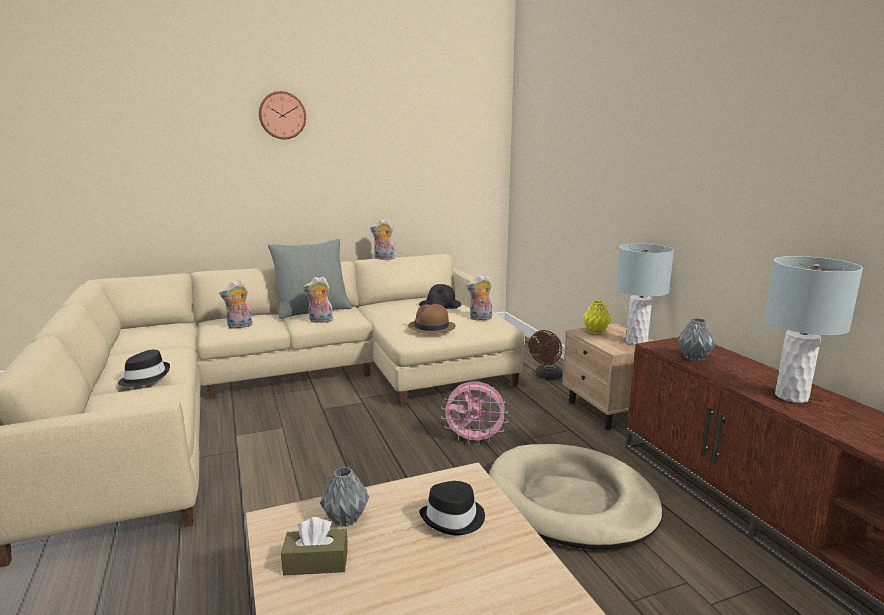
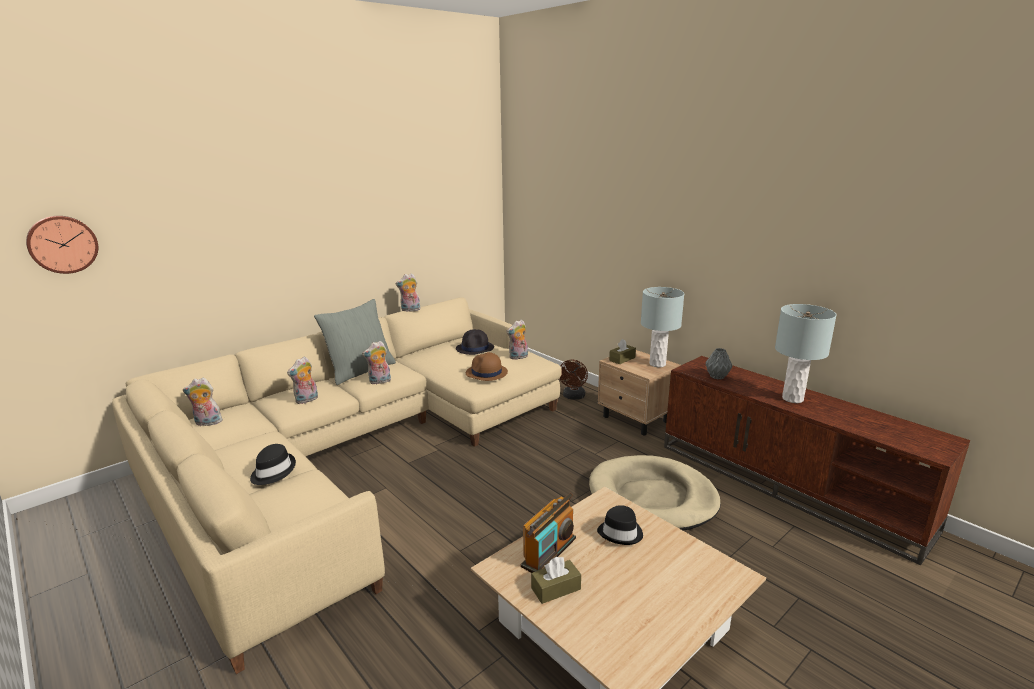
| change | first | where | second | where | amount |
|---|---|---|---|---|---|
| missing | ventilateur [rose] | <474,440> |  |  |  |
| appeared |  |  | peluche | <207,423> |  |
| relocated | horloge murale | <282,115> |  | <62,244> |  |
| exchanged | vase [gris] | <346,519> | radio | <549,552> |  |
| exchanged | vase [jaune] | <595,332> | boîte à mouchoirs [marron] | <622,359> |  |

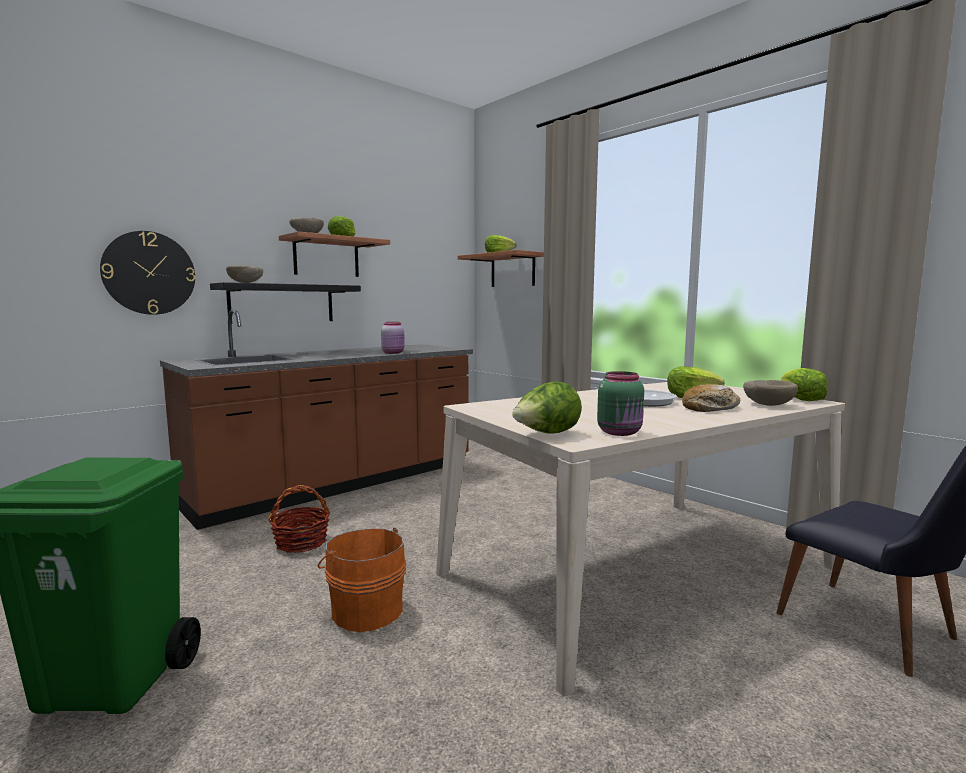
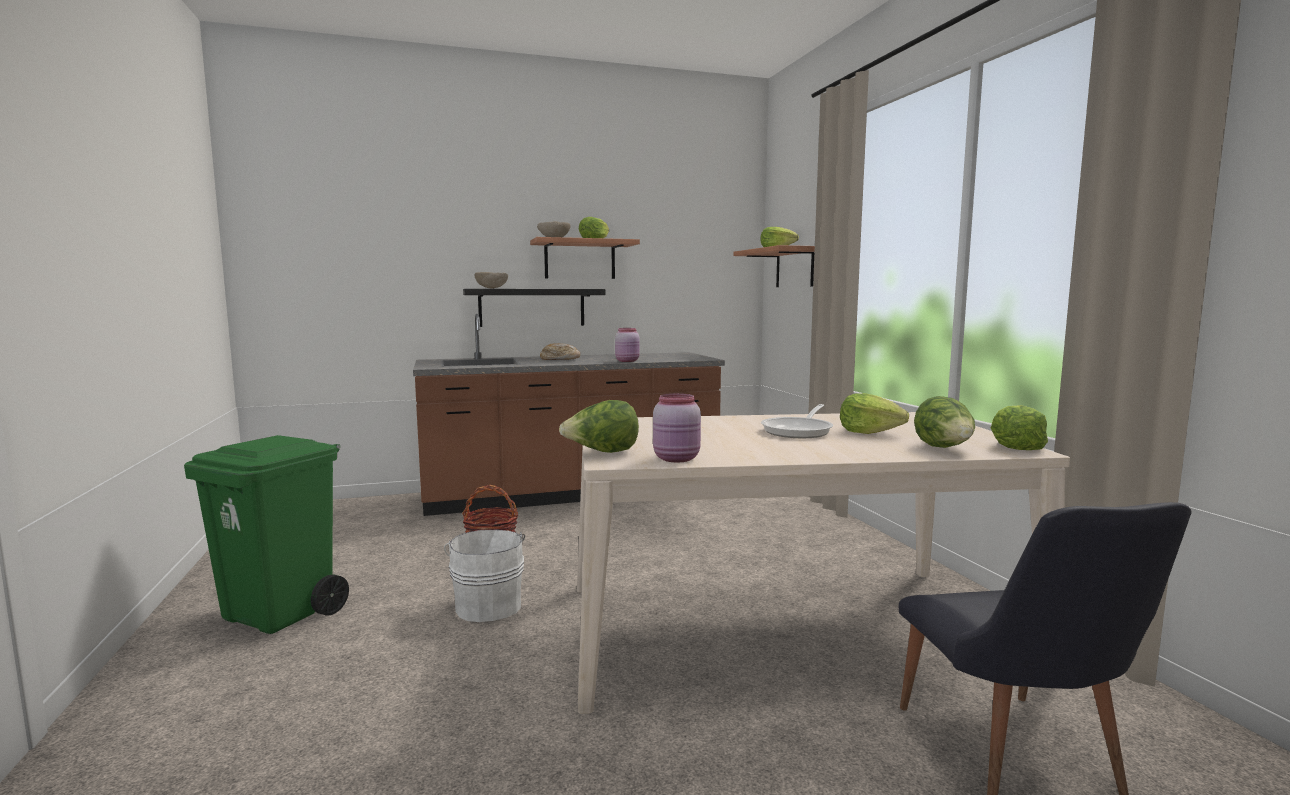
| change | first | where | second | where | amount |
|---|---|---|---|---|---|
| missing | horloge murale | <149,273> |  |  |  |
| relocated | pain | <710,408> |  | <559,359> |  |
| exchanged | bol [beige] | <768,405> | laitue | <944,449> |  |
| colour | seau [orange] | <365,610> | seau [blanc] | <488,605> |  |
| colour | bocal [vert] | <620,432> | bocal [rose] | <677,459> |  |

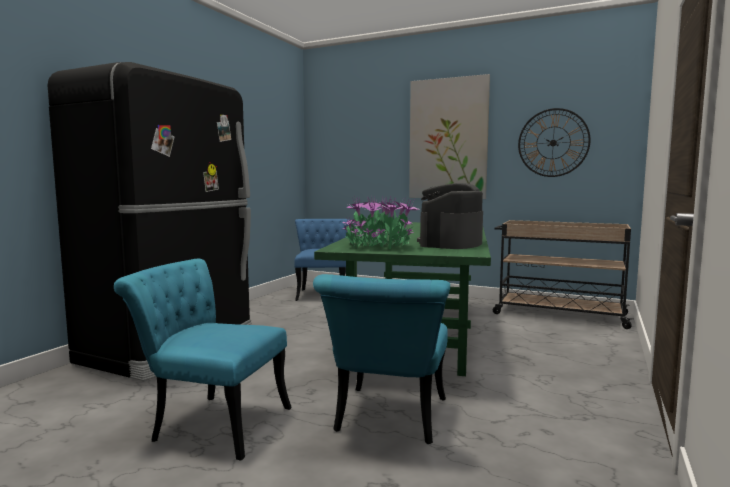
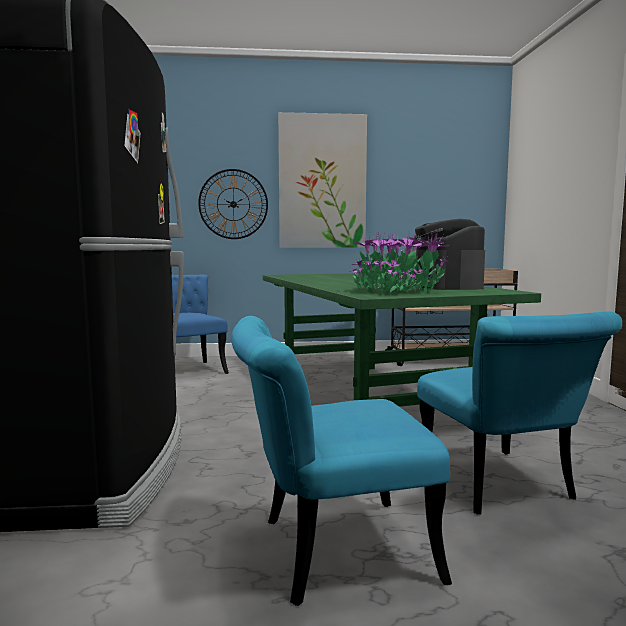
| change | first | where | second | where | amount |
|---|---|---|---|---|---|
| relocated | horloge murale | <553,143> |  | <233,204> |  |

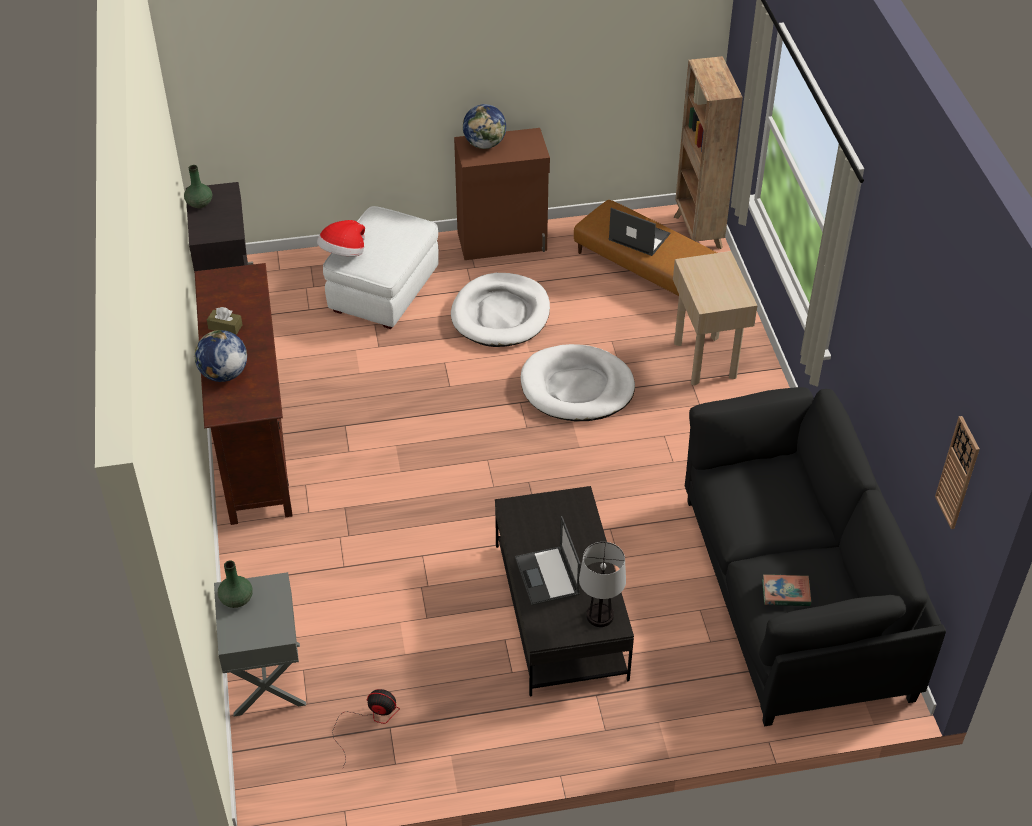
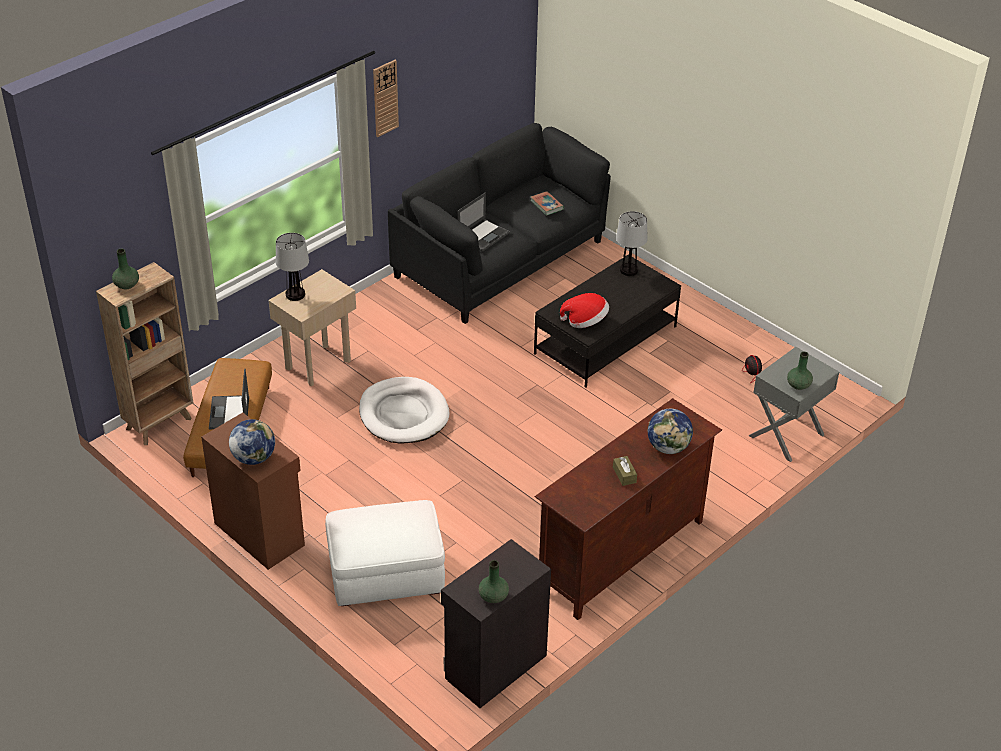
| change | first | where | second | where | amount |
|---|---|---|---|---|---|
| missing | panier pour chien [blanc] | <501,314> |  |  |  |
| appeared |  |  | vase [vert] | <127,285> |  |
| appeared |  |  | lampe de table | <295,295> |  |
| relocated | chapeau | <343,253> |  | <585,321> |  |
| relocated | ordinateur portable | <547,577> |  | <483,235> |  |
| relocated | horloge murale | <958,473> |  | <385,98> |  |

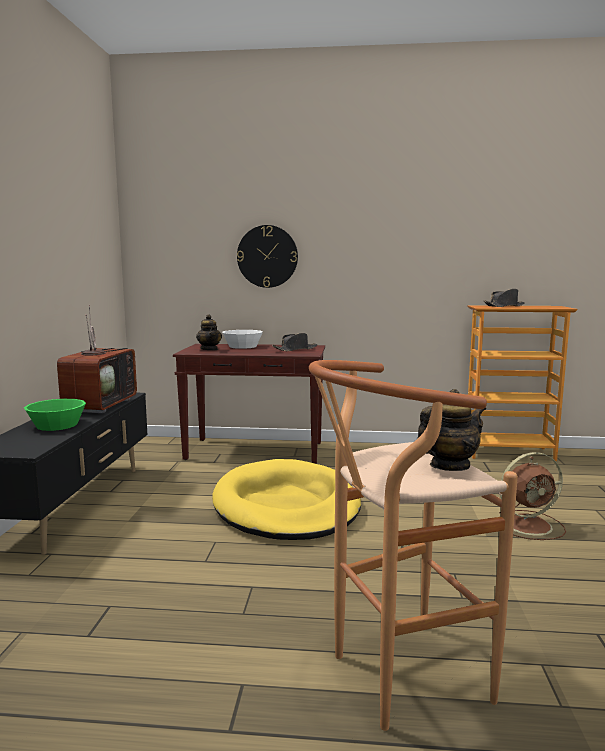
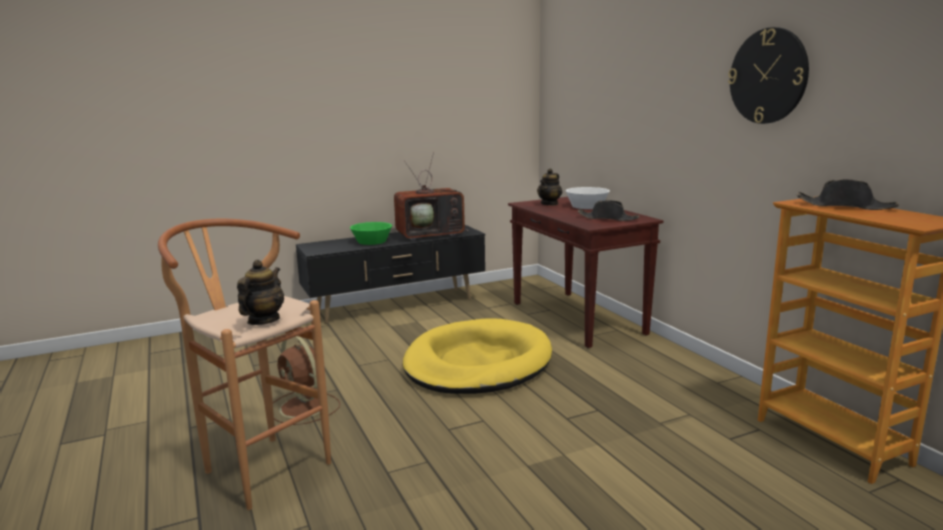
| change | first | where | second | where | amount |
|---|---|---|---|---|---|
| relocated | horloge murale | <267,256> |  | <768,76> |  |
| relocated | ventilateur [marron] | <530,525> |  | <304,408> |  |
| spun | théière | <449,466> |  | <263,320> | 105 degrees counterclockwise |

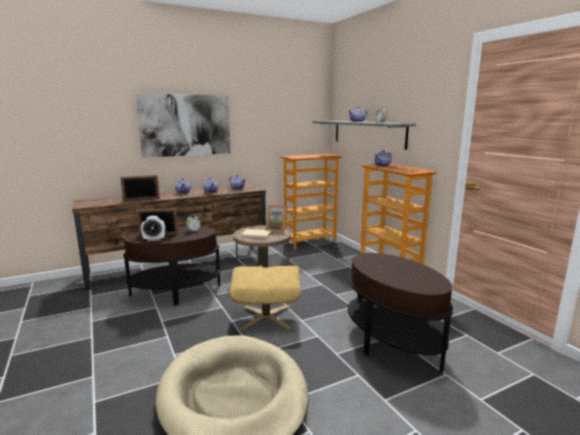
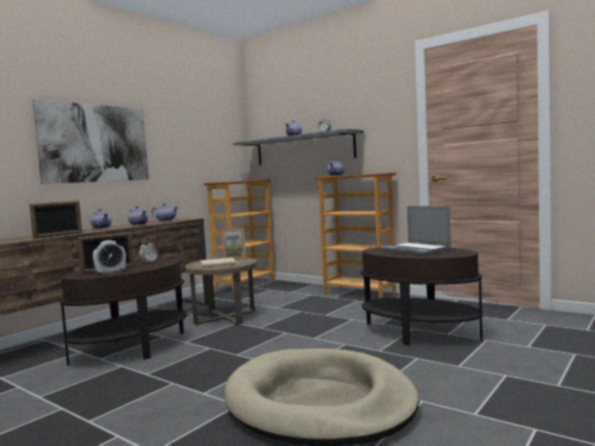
| change | first | where | second | where | amount |
|---|---|---|---|---|---|
| missing | pouf [beige] | <266,318> |  |  |  |
| appeared |  |  | ordinateur portable | <417,250> |  |

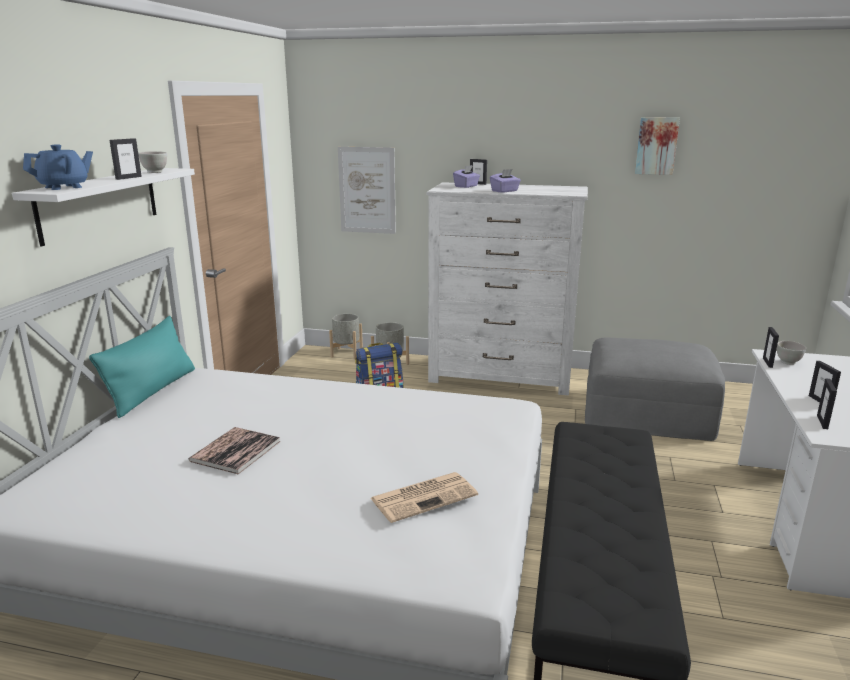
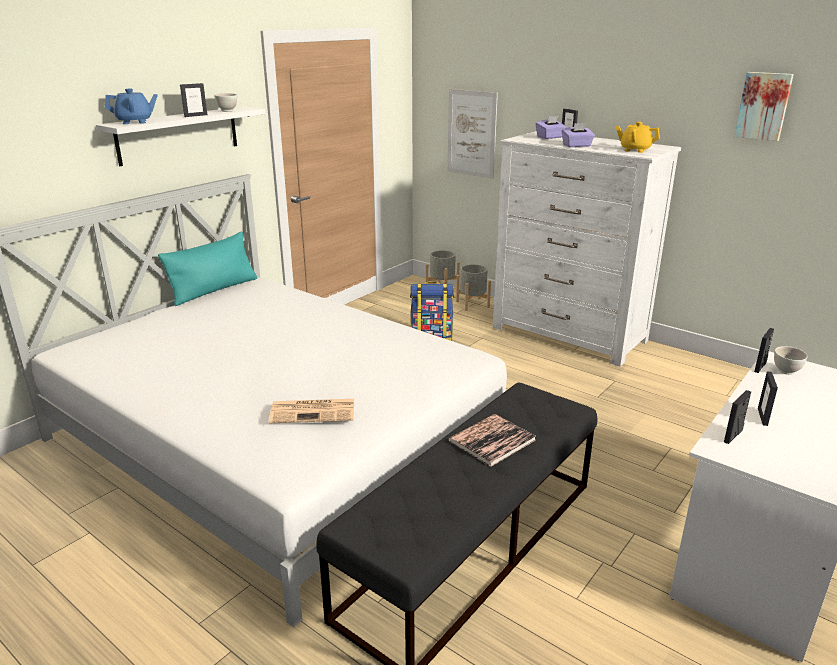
| change | first | where | second | where | amount |
|---|---|---|---|---|---|
| missing | pouf [gris] | <647,412> |  |  |  |
| appeared |  |  | théière [jaune] | <635,150> |  |
| relocated | livre | <236,451> |  | <492,440> |  |

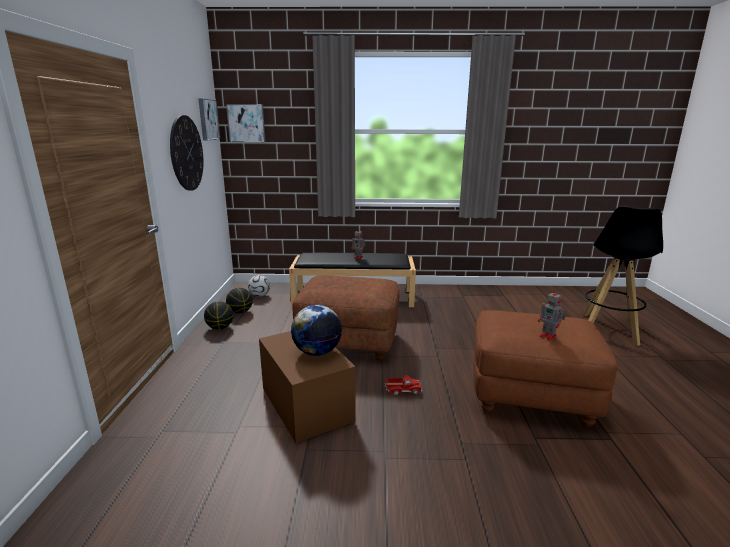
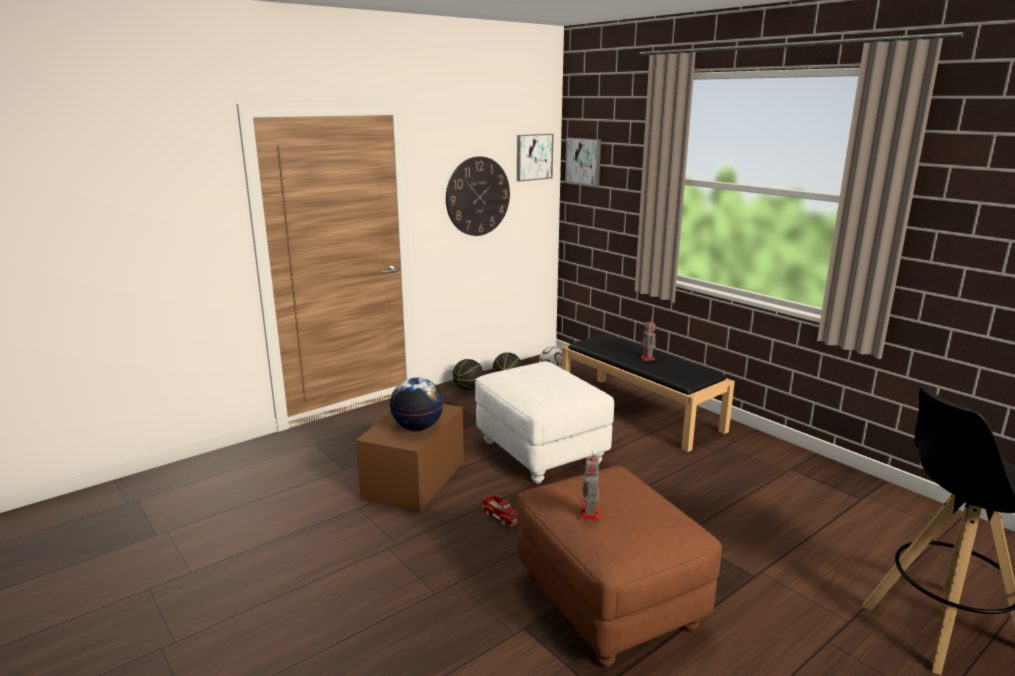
| change | first | where | second | where | amount |
|---|---|---|---|---|---|
| colour | pouf [marron] | <349,342> | pouf [blanc] | <541,452> |  |

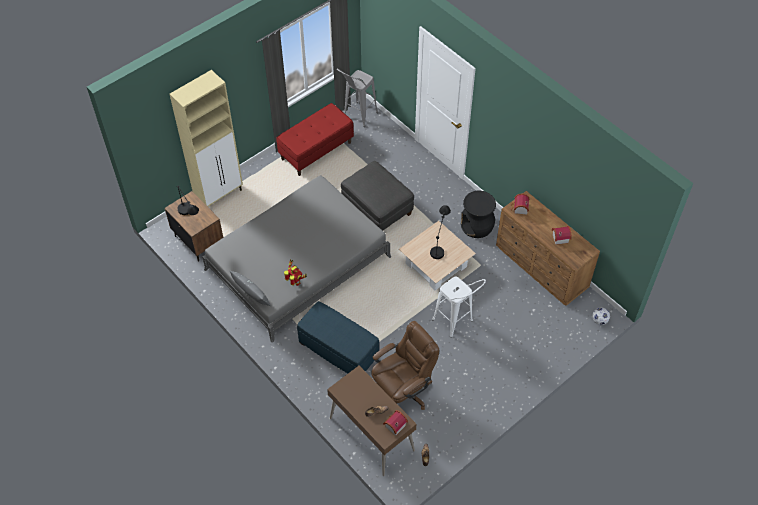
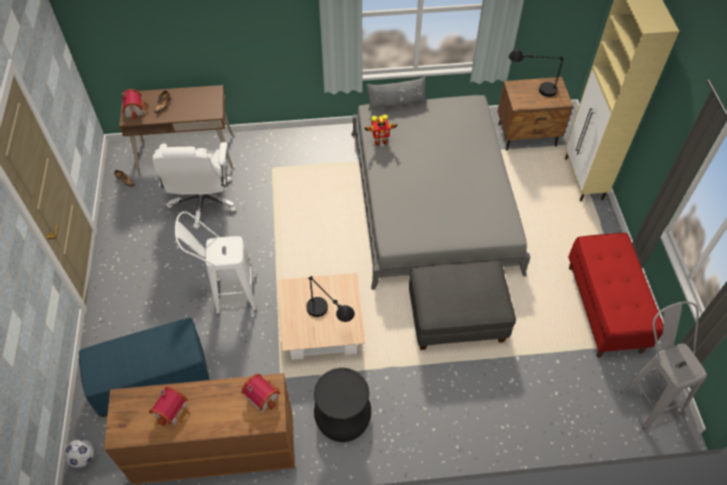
| change | first | where | second | where | amount |
|---|---|---|---|---|---|
| relocated | pouf [bleu] | <338,350> |  | <153,379> |  |
| colour | chaise de bureau [marron] | <402,390> | chaise de bureau [blanc] | <203,202> |  |

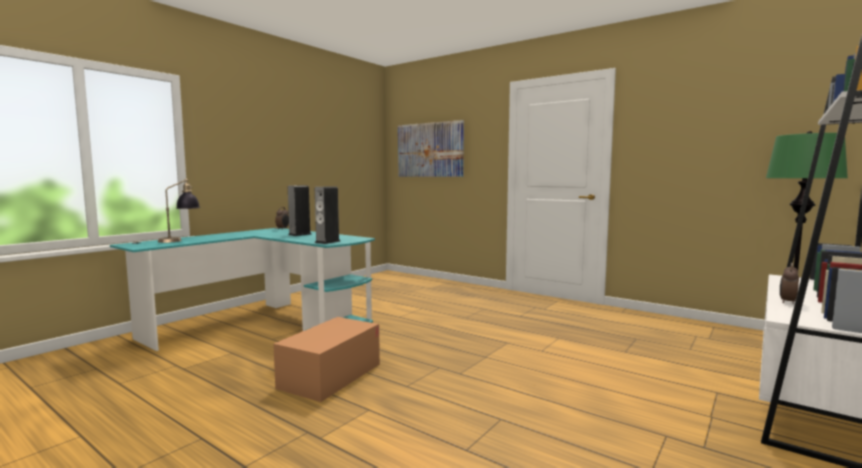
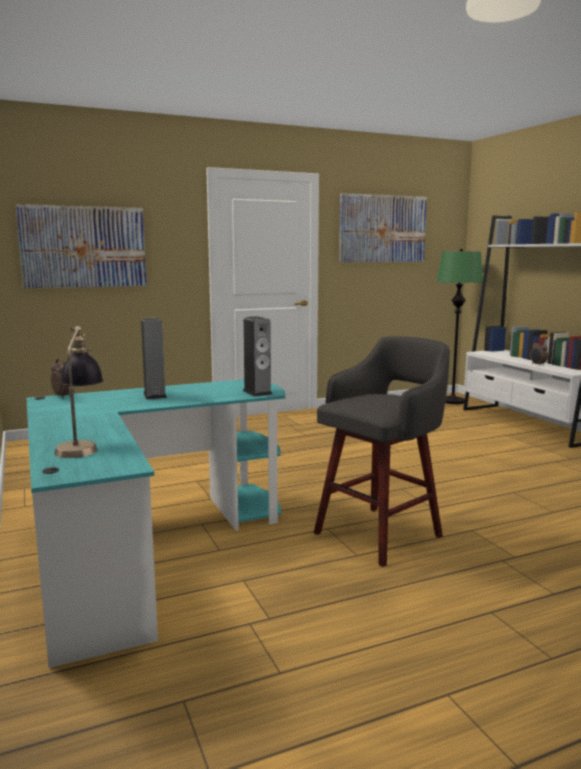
| change | first | where | second | where | amount |
|---|---|---|---|---|---|
| appeared |  |  | tableau | <382,229> |  |
| exchanged | carton | <330,375> | tabouret [gris] | <381,533> |  |

